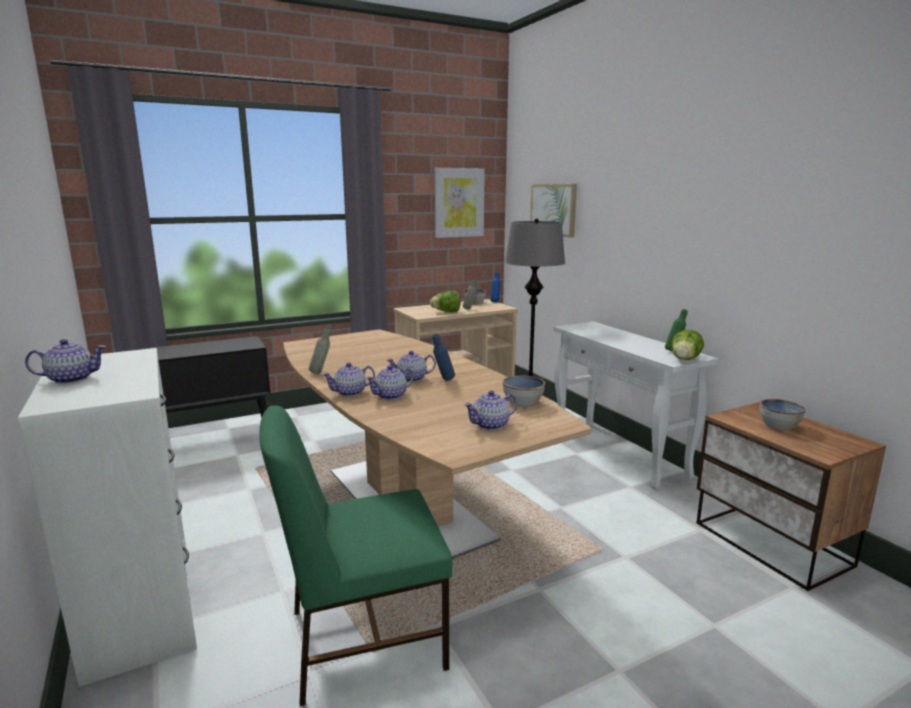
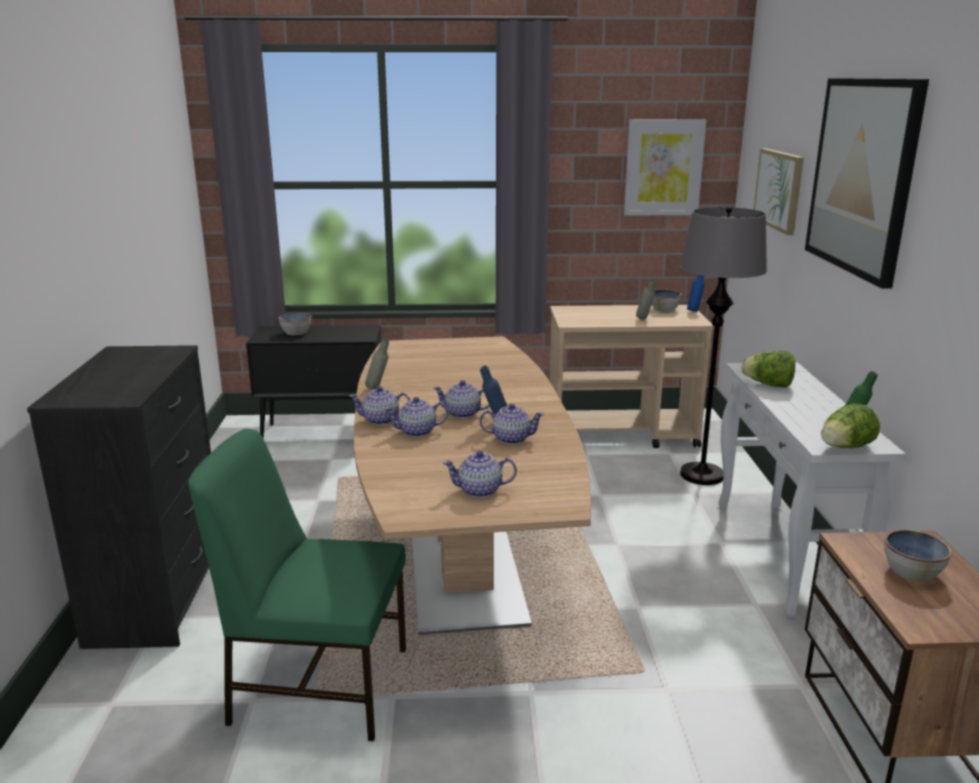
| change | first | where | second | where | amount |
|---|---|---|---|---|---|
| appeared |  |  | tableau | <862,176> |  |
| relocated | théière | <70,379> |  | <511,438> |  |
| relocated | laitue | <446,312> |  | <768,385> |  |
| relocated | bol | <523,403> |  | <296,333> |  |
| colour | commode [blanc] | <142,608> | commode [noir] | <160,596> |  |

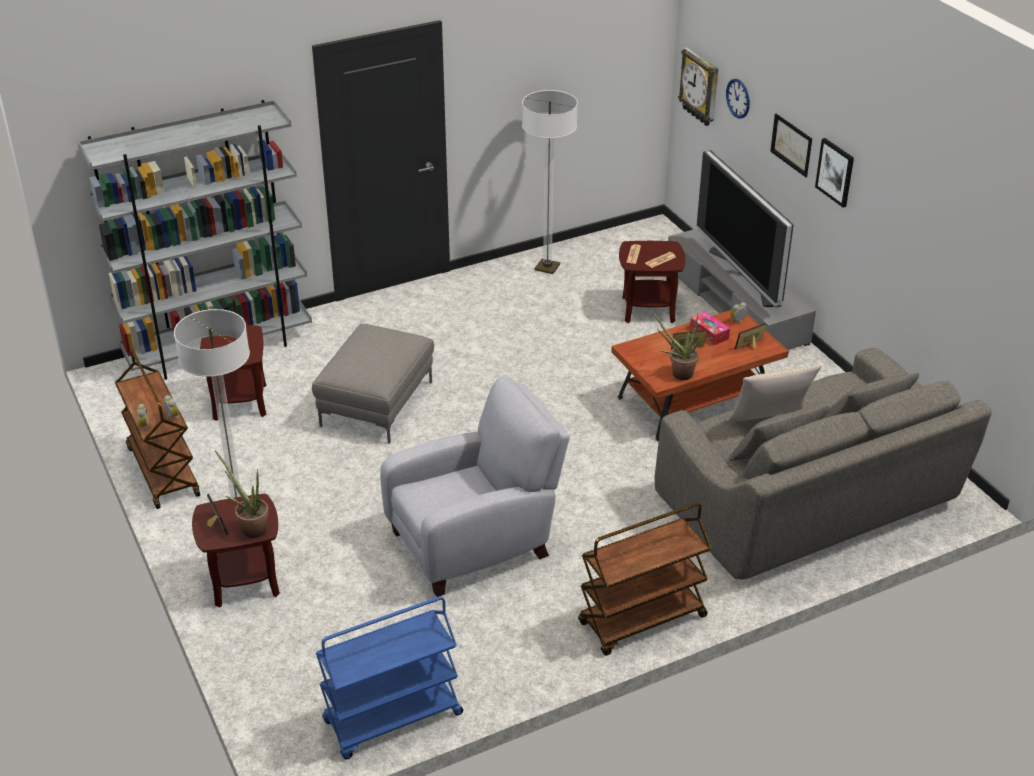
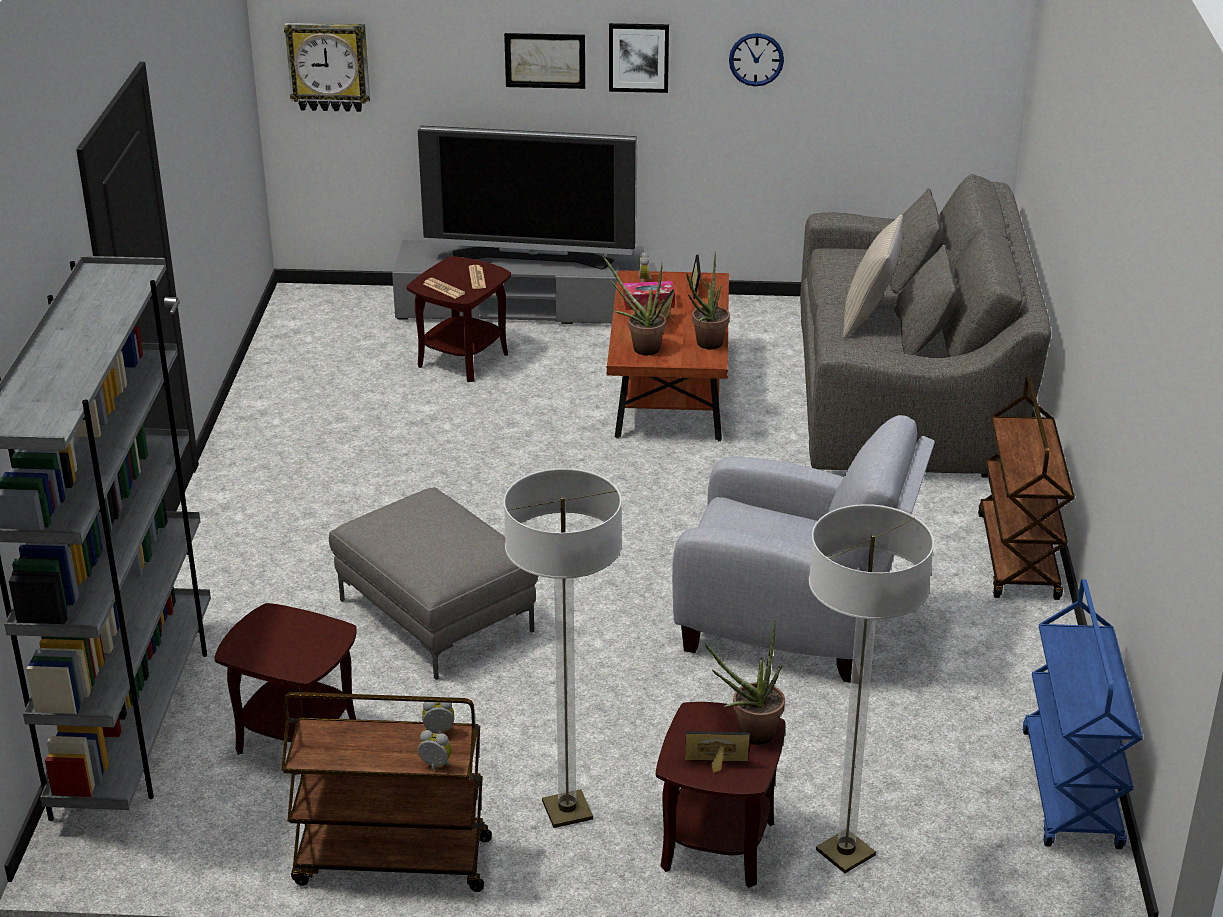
| change | first | where | second | where | amount |
|---|---|---|---|---|---|
| appeared |  |  | plante en pot | <640,348> |  |
| relocated | lampadaire | <547,267> |  | <845,853> |  |
| relocated | horloge murale | <738,98> |  | <756,59> |  |
| spun | fauteuil [gris] | <475,542> |  | <795,626> | 105 degrees clockwise |

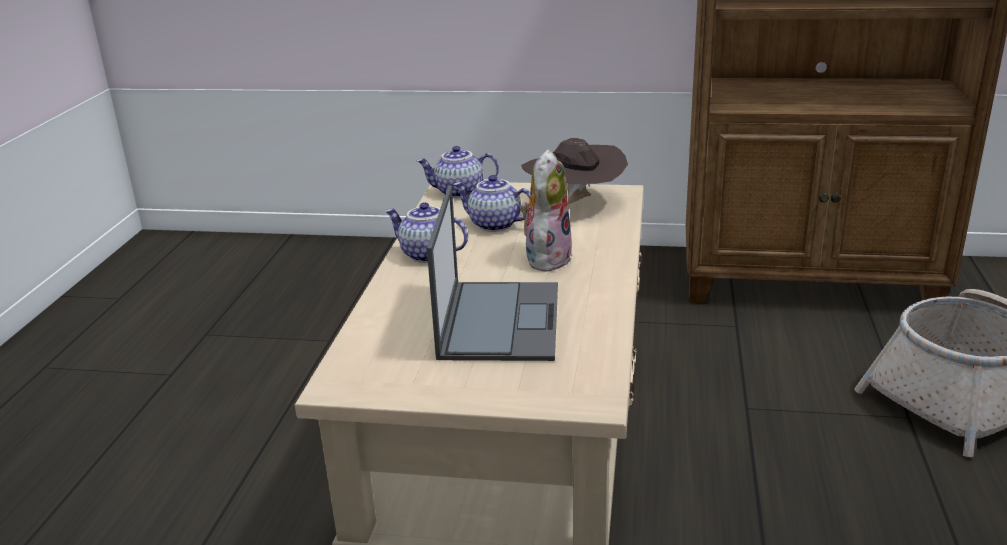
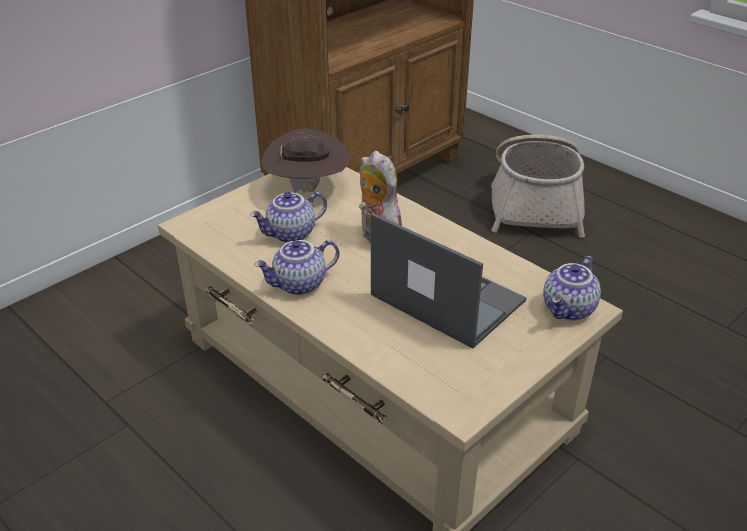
| change | first | where | second | where | amount |
|---|---|---|---|---|---|
| relocated | théière | <458,192> |  | <569,310> |  |

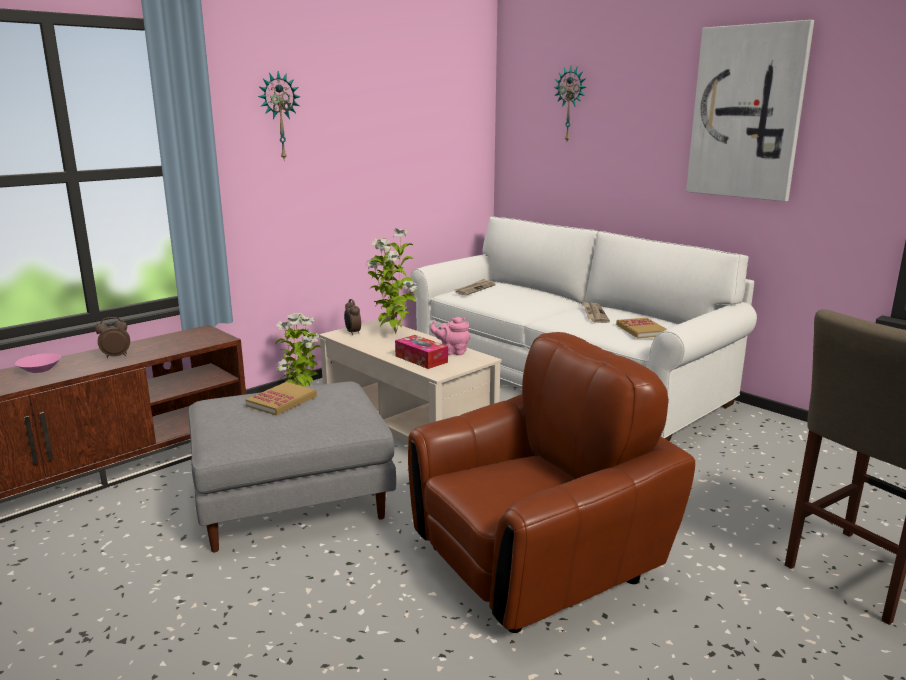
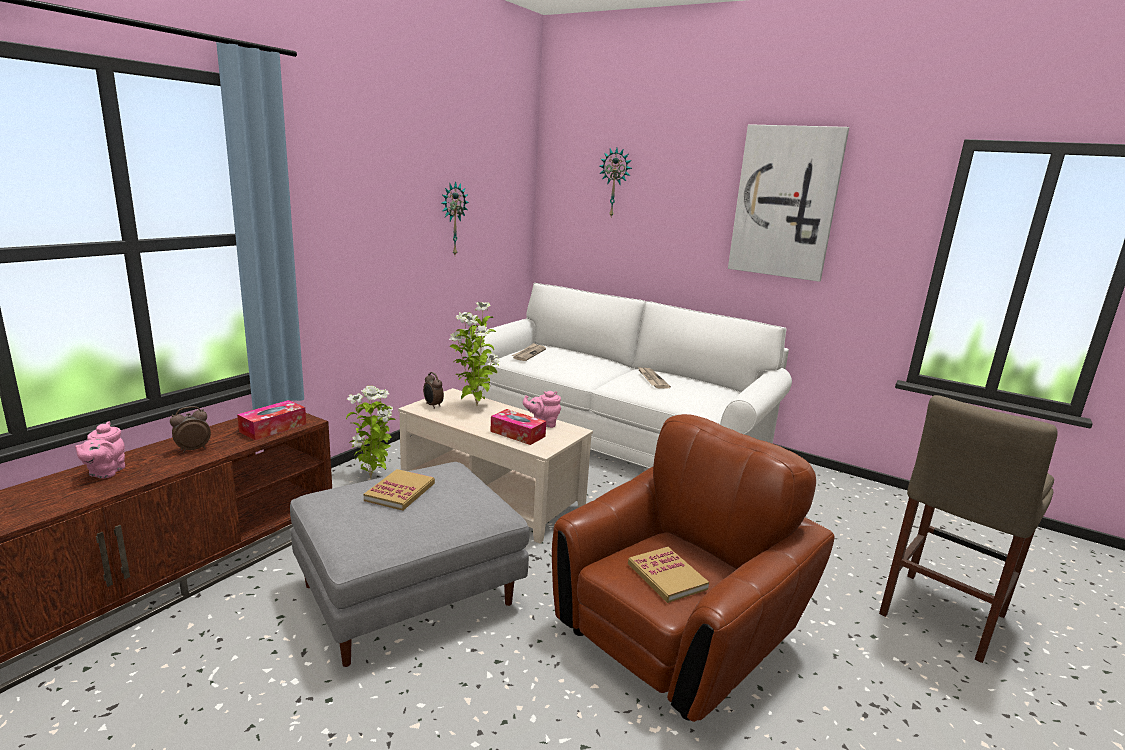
| change | first | where | second | where | amount |
|---|---|---|---|---|---|
| appeared |  |  | boîte à mouchoirs | <273,428> |  |
| relocated | horloge murale | <279,116> |  | <452,219> |  |
| relocated | livre | <641,330> |  | <666,577> |  |
| exchanged | bol [rose] | <40,370> | théière [rose] | <105,472> |  |

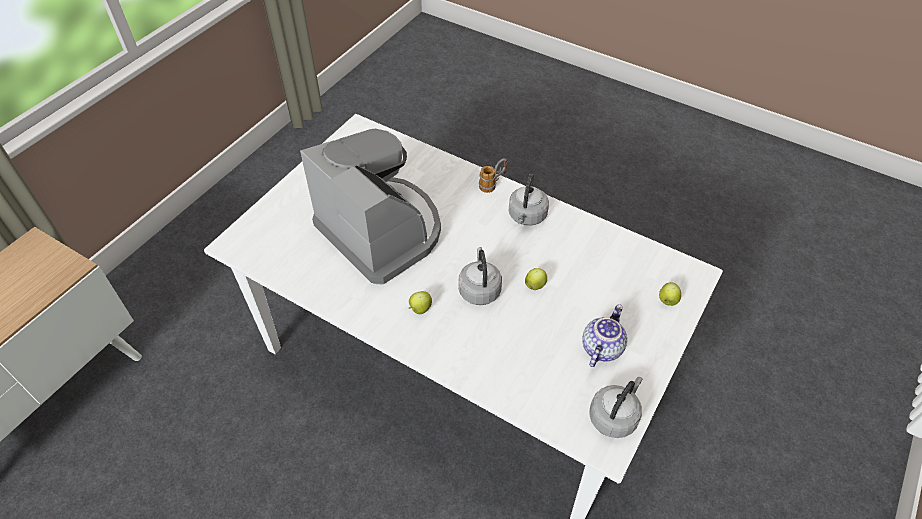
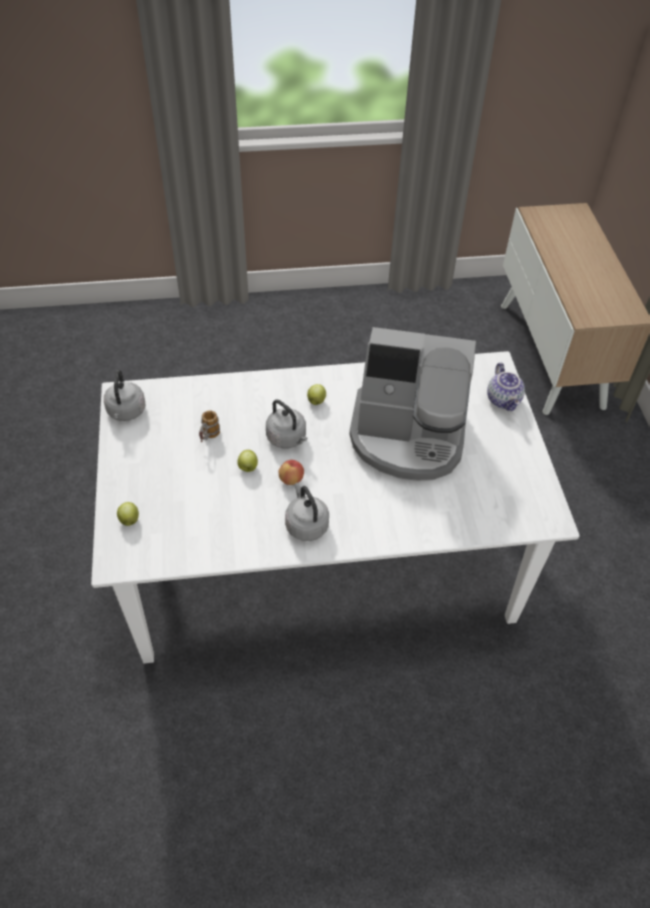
| change | first | where | second | where | amount |
|---|---|---|---|---|---|
| appeared |  |  | pomme | <291,479> |  |
| relocated | mug | <493,184> |  | <208,438> |  |
| relocated | théière | <601,347> |  | <504,400> |  |

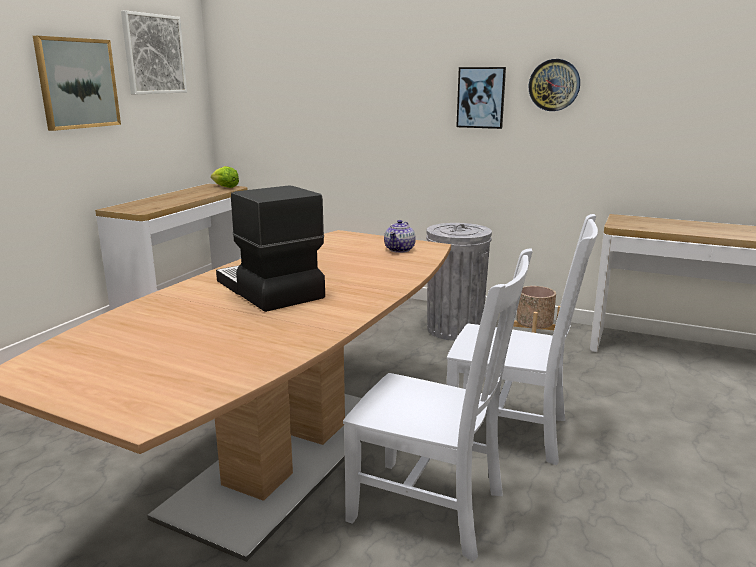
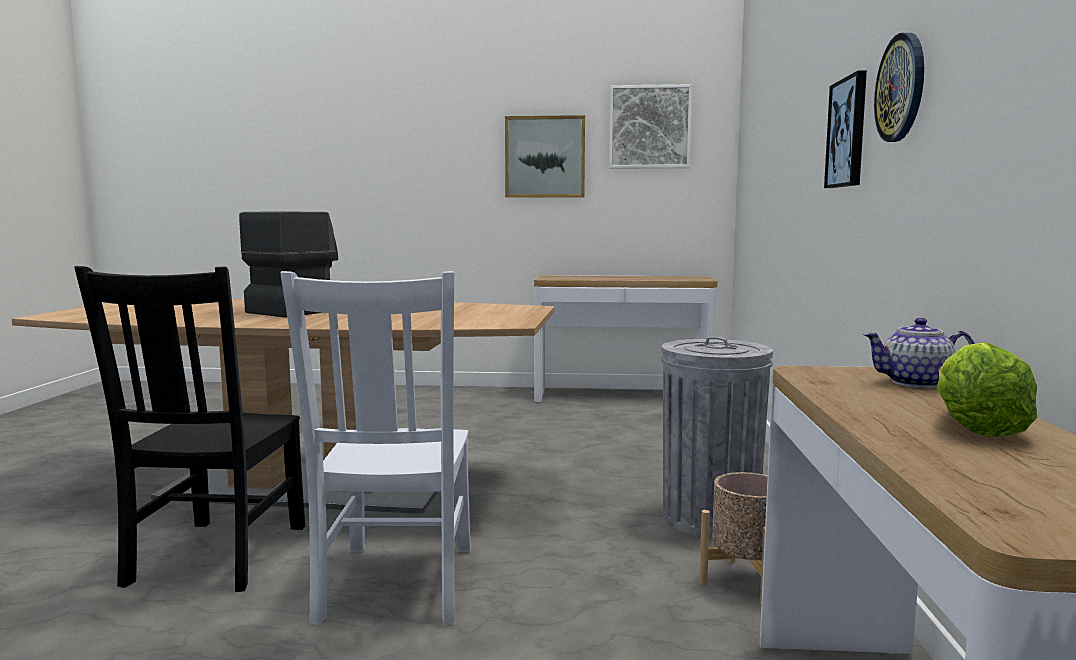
| change | first | where | second | where | amount |
|---|---|---|---|---|---|
| relocated | laitue | <225,187> |  | <975,427> |  |
| relocated | théière | <400,249> |  | <917,383> |  |
| colour | chaise [blanc] | <432,508> | chaise [noir] | <215,557> |  |

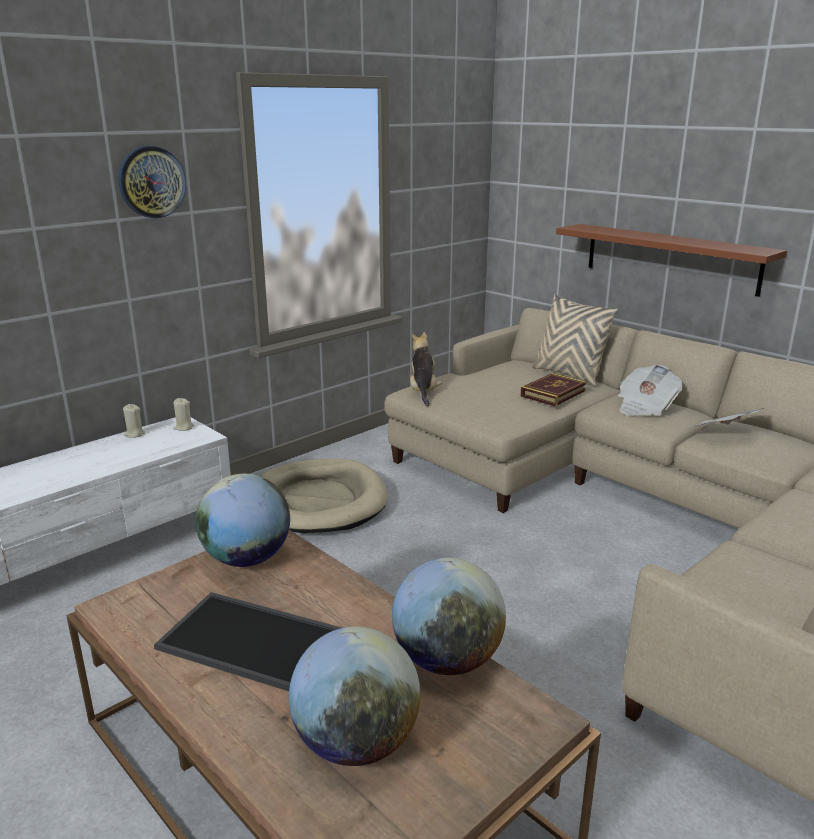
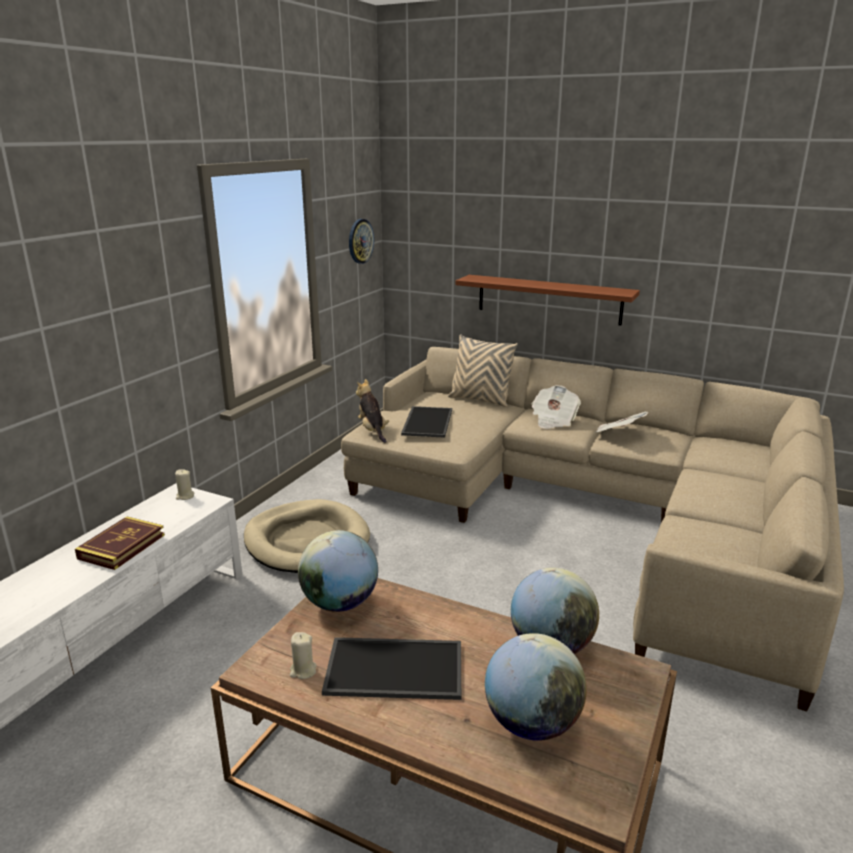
| change | first | where | second | where | amount |
|---|---|---|---|---|---|
| appeared |  |  | plateau | <426,422> |  |
| relocated | horloge murale | <152,182> |  | <360,241> |  |
| relocated | bougie [beige] | <134,434> |  | <303,671> |  |
| relocated | livre | <553,393> |  | <122,546> |  |

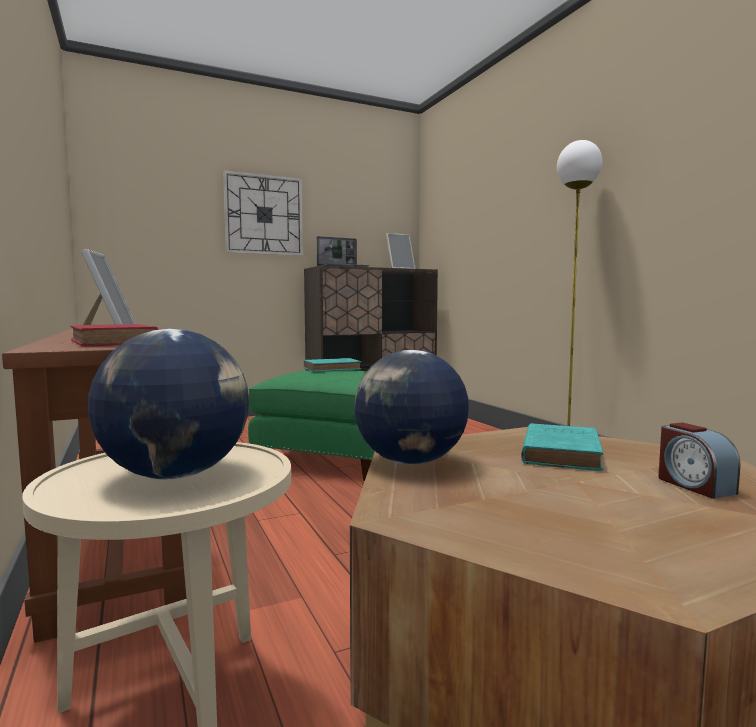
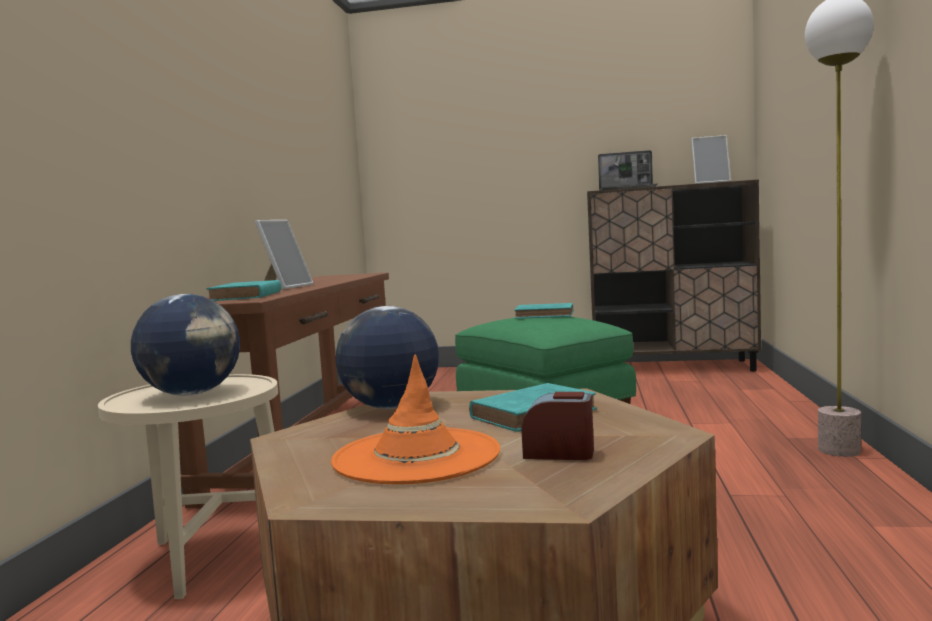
| change | first | where | second | where | amount |
|---|---|---|---|---|---|
| missing | horloge murale | <264,215> |  |  |  |
| appeared |  |  | chapeau [orange] | <416,456> |  |
| colour | livre [rouge] | <114,342> | livre [turquoise] | <245,296> |  |
| spun | réveil | <694,485> |  | <559,453> | 90 degrees clockwise |

